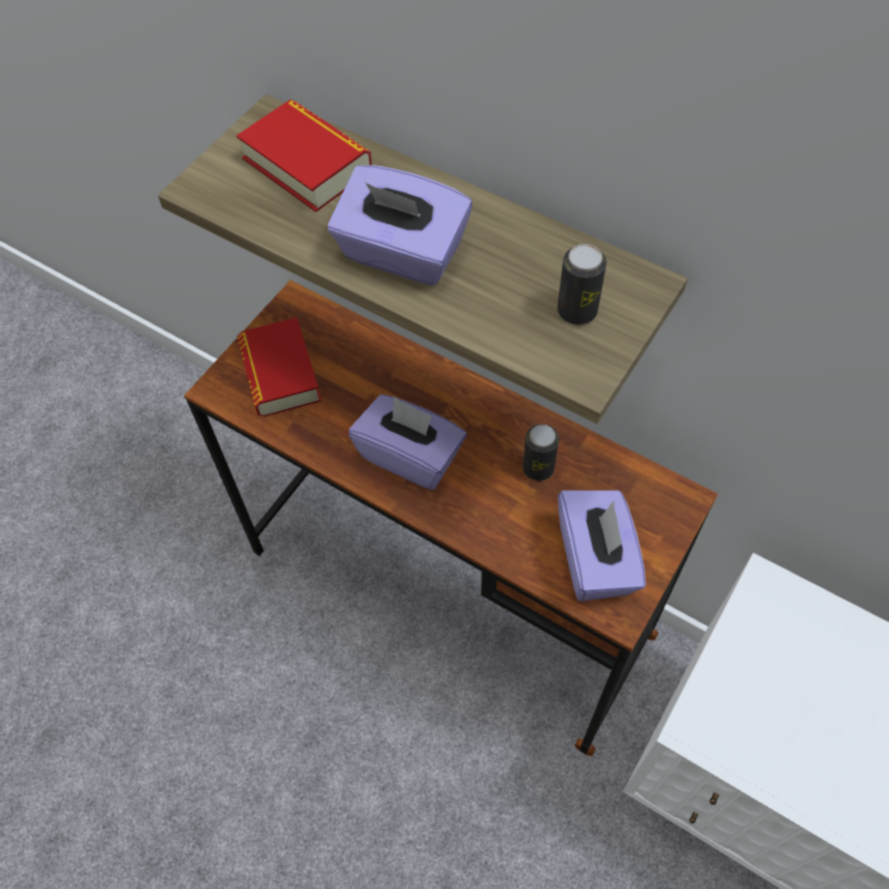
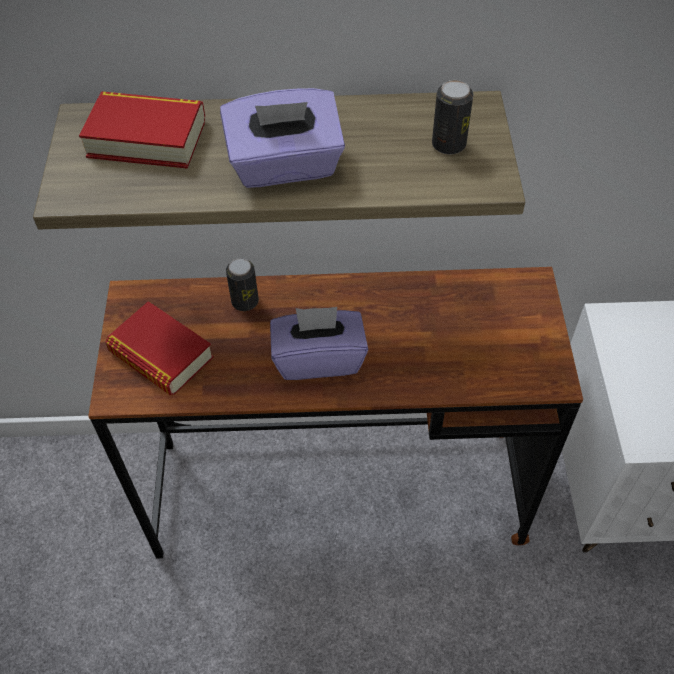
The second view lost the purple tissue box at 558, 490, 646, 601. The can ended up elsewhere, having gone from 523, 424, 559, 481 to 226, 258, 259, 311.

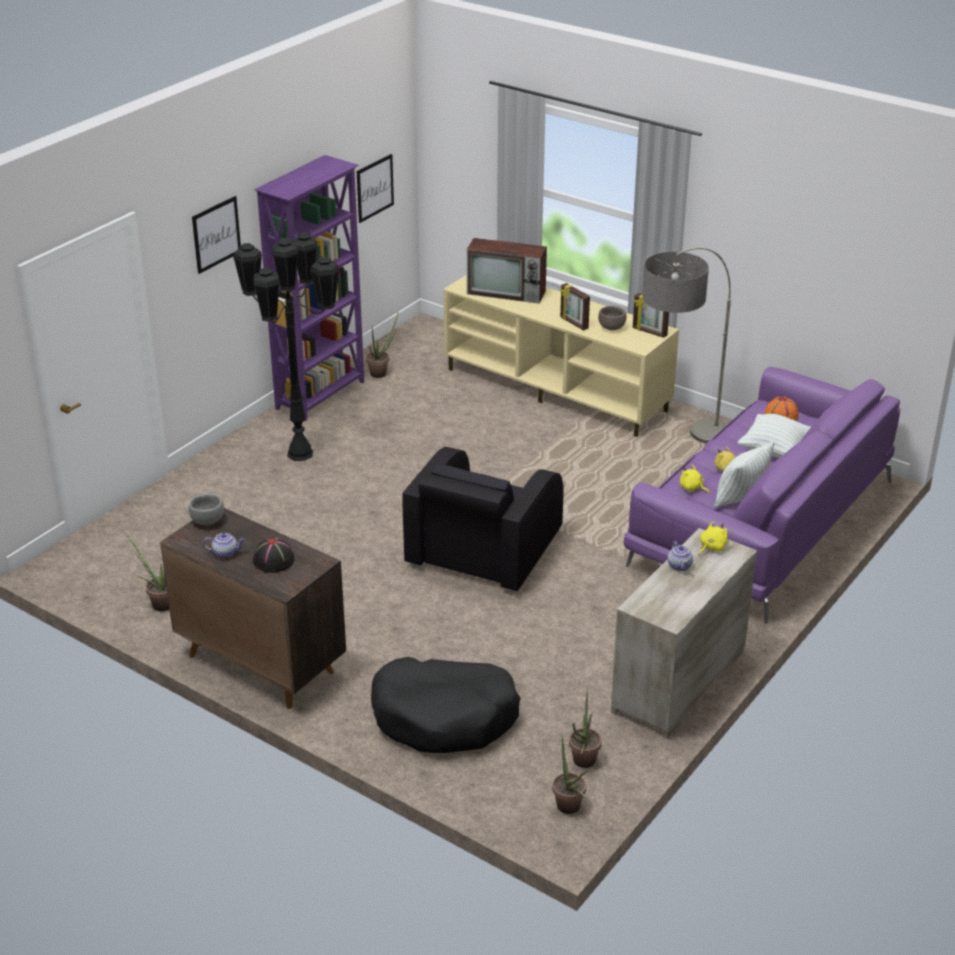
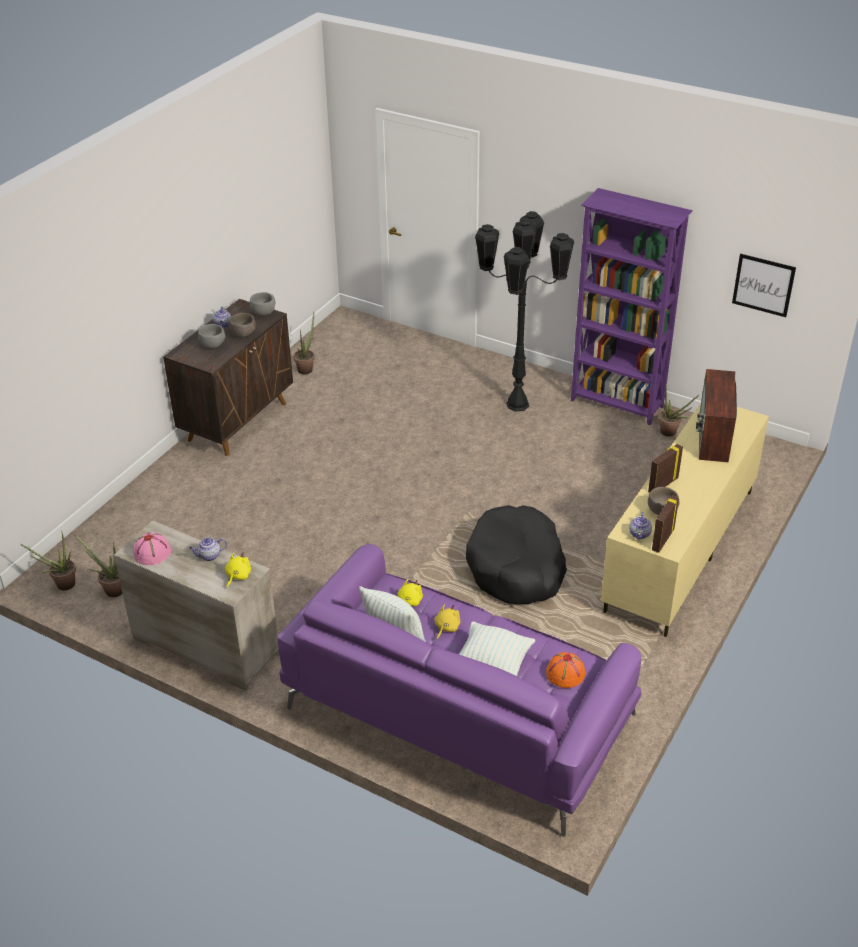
The second view lost the picture at 192, 196, 241, 274. The second view lost the black armchair at 402, 447, 564, 593. The second view lost the floor lamp at 642, 247, 731, 443. The second view gained the pink hat at 133, 532, 171, 565. The second view gained the brown bowl at 229, 313, 256, 337. The second view gained the teapot at 629, 512, 652, 540. The black dog bed ended up elsewhere, having gone from 371, 657, 520, 753 to 466, 505, 567, 604. Where the black hat stood at 253, 538, 295, 573, the grey bowl came to stand at 198, 324, 225, 349. The yellow plush toy at 698, 521, 728, 555 ended up facing another way, 105 degrees counterclockwise from before.

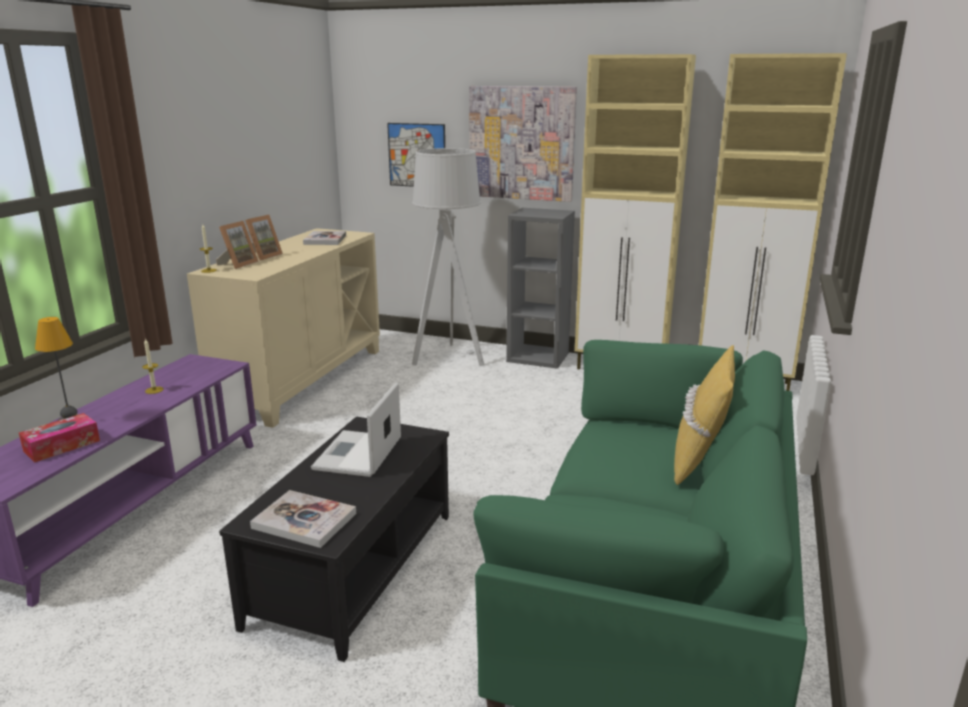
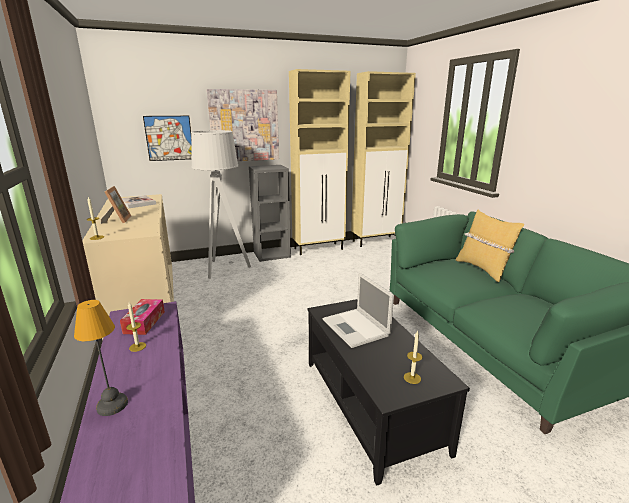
The second view lost the picture frame at 216, 221, 259, 269. The tissue box ended up elsewhere, having gone from 19, 413, 100, 462 to 120, 299, 165, 335. Where the book stood at 250, 490, 356, 548, the candle came to stand at 404, 331, 422, 384.

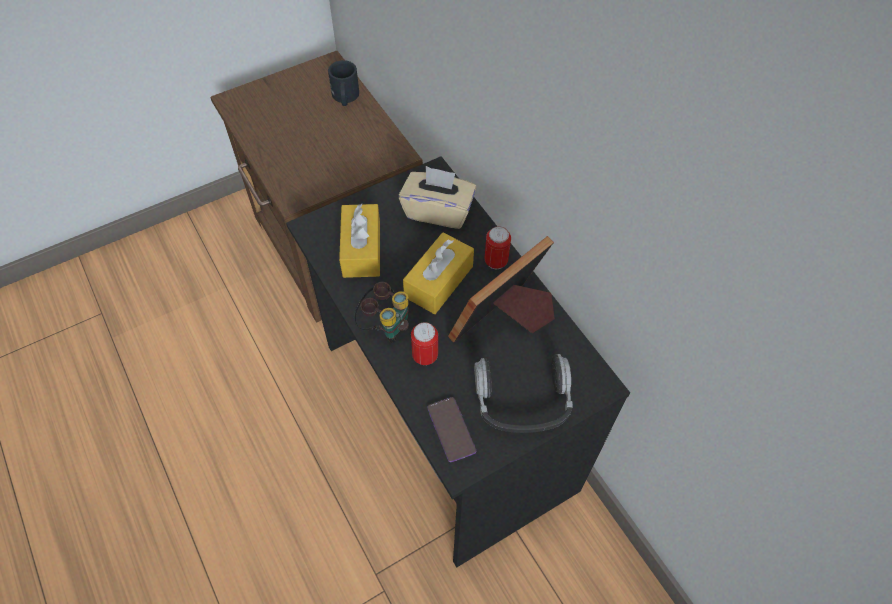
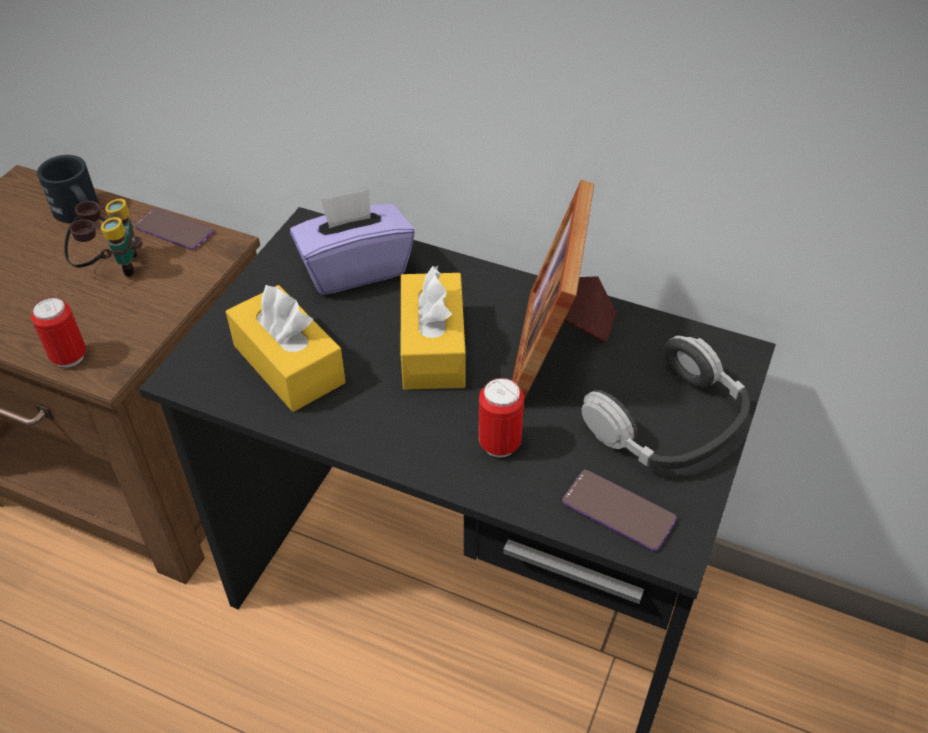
The second view gained the phone at 135, 208, 214, 250. The binoculars ended up elsewhere, having gone from 354, 282, 409, 343 to 64, 199, 143, 277. The can ended up elsewhere, having gone from 484, 226, 511, 269 to 31, 297, 86, 368. What was the beige tissue box at 399, 166, 477, 229 turned into the purple tissue box at 290, 189, 415, 295.

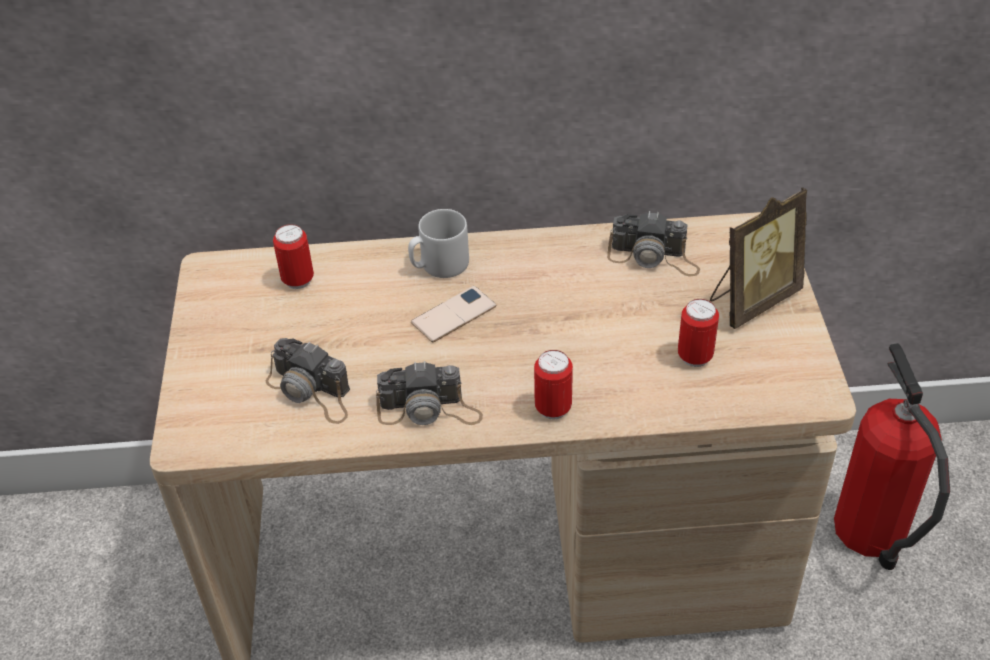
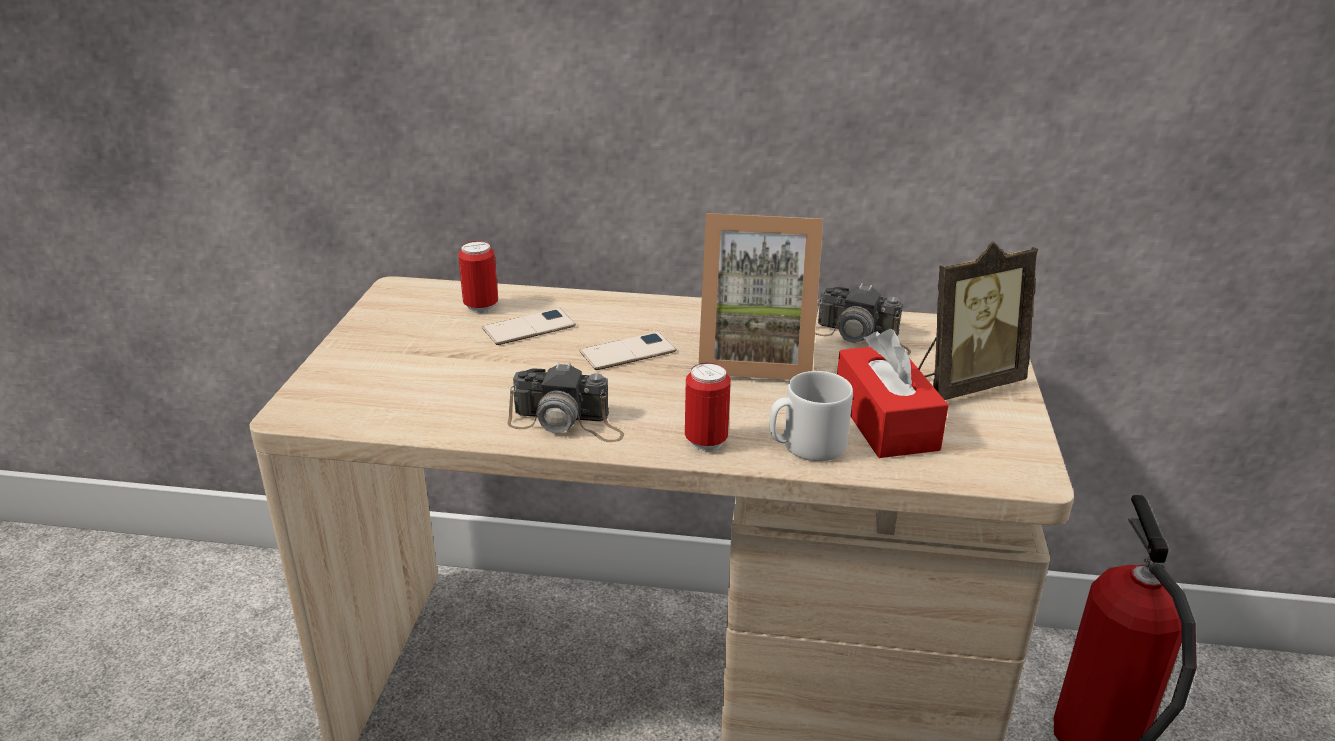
The second view lost the photo camera at 266, 338, 350, 424. The second view gained the phone at 482, 308, 576, 345. The second view gained the picture frame at 699, 213, 823, 380. The grey mug ended up elsewhere, having gone from 408, 209, 469, 278 to 769, 371, 853, 461. Where the can stood at 678, 299, 719, 367, the red tissue box came to stand at 837, 329, 949, 458.

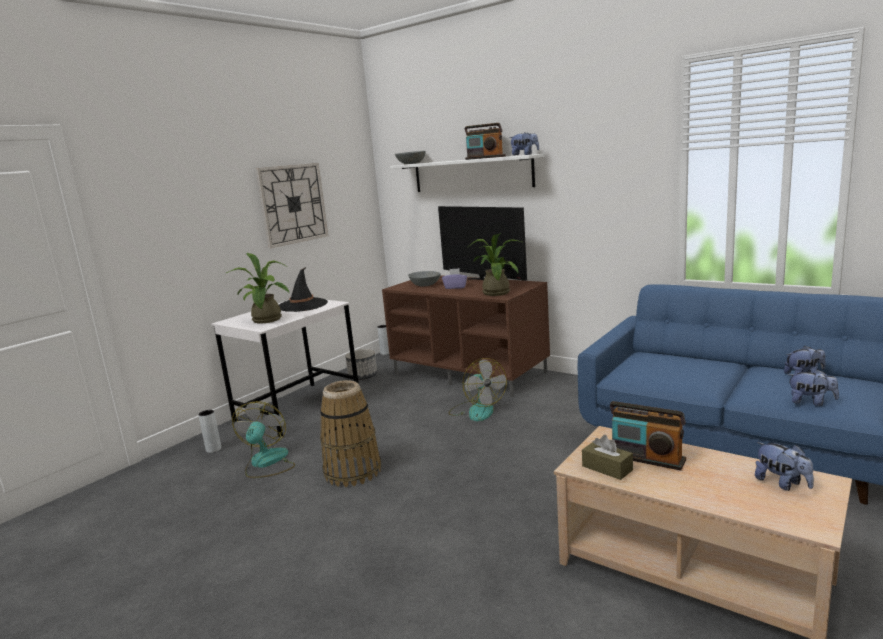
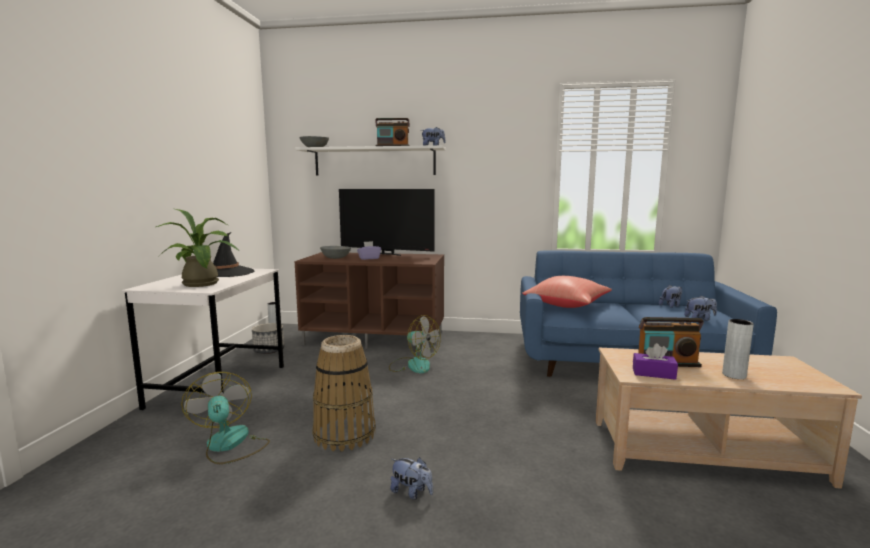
The second view lost the wall clock at 256, 163, 328, 248. The second view lost the potted plant at 468, 233, 522, 296. The second view gained the red pillow at 522, 276, 612, 308. The grey vase ended up elsewhere, having gone from 198, 410, 221, 453 to 722, 319, 754, 379. The plush toy ended up elsewhere, having gone from 755, 442, 814, 491 to 391, 457, 433, 500. What was the brown tissue box at 582, 435, 633, 480 turned into the purple tissue box at 633, 343, 678, 380.

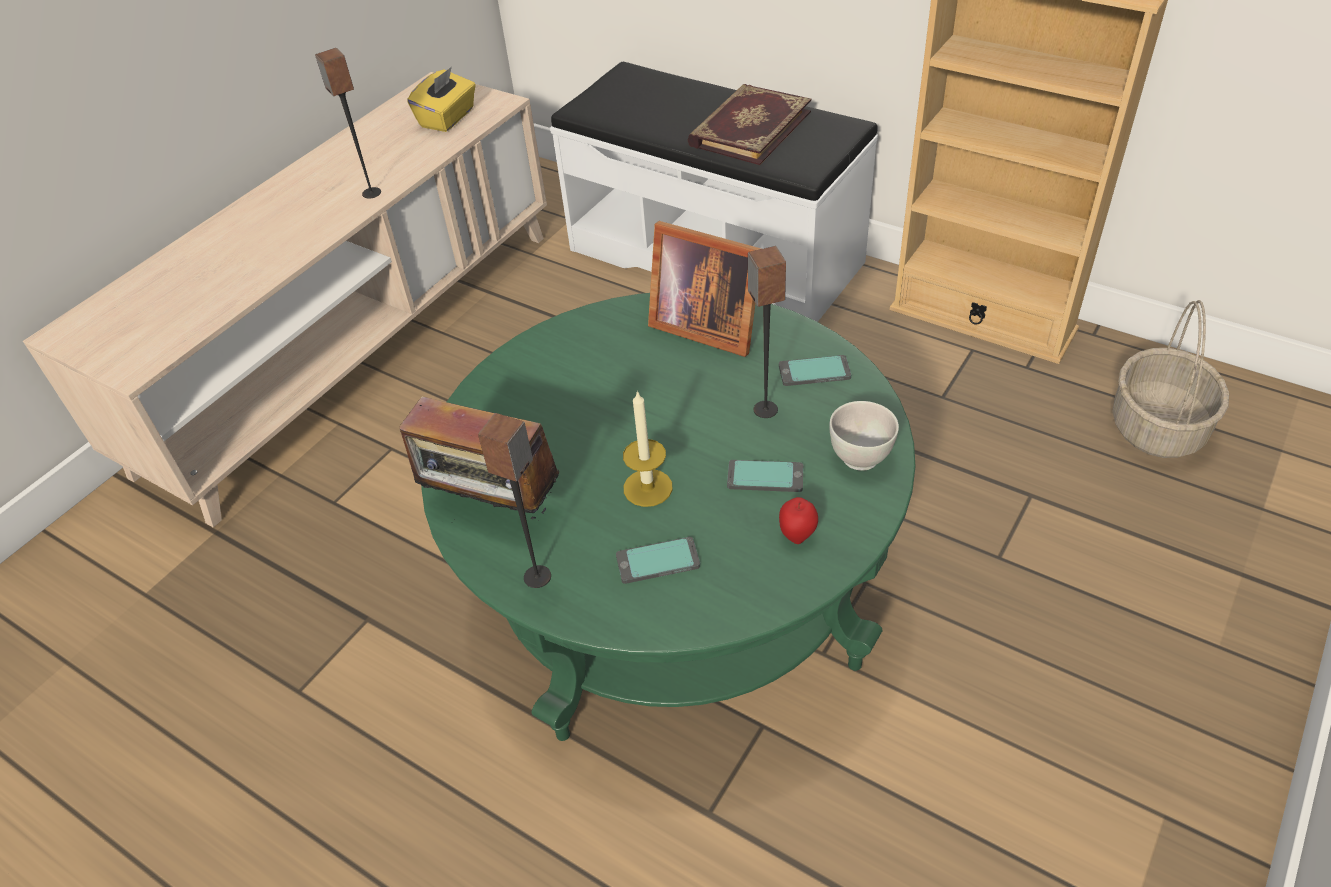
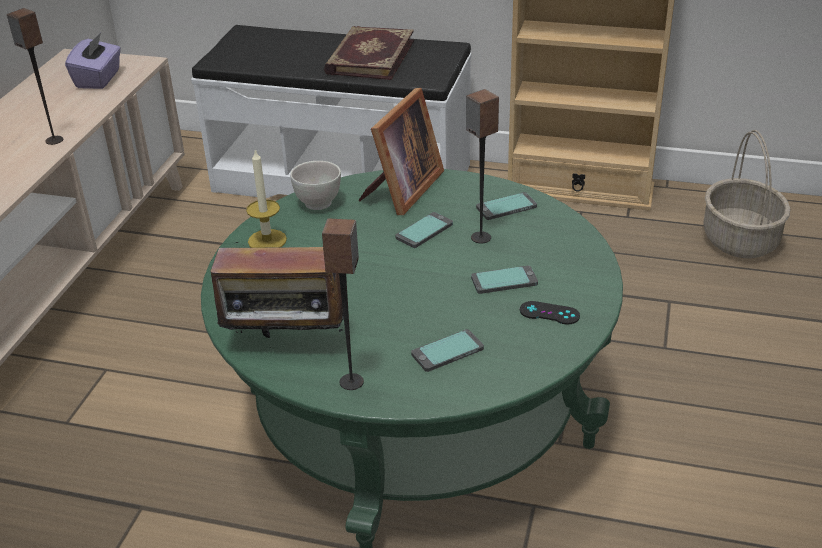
The second view gained the phone at 395, 212, 453, 248. The candle ended up elsewhere, having gone from 623, 390, 673, 507 to 246, 150, 287, 248. The white bowl ended up elsewhere, having gone from 829, 401, 899, 471 to 290, 161, 341, 210. Where the apple stood at 779, 497, 818, 544, the black game controller came to stand at 520, 301, 580, 324. What was the yellow tissue box at 407, 67, 476, 132 turned into the purple tissue box at 65, 33, 121, 89. The picture frame at 648, 221, 761, 357 ended up facing another way, 75 degrees counterclockwise from before.

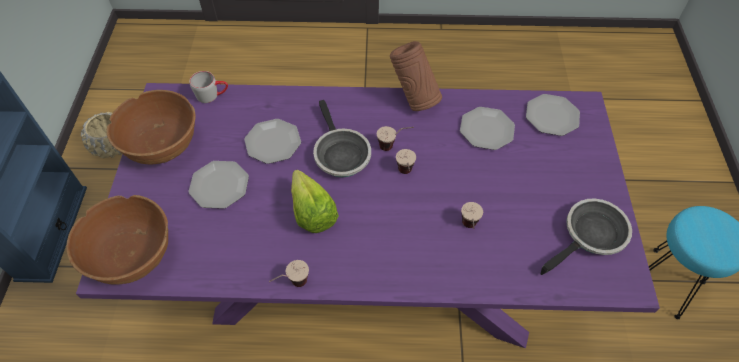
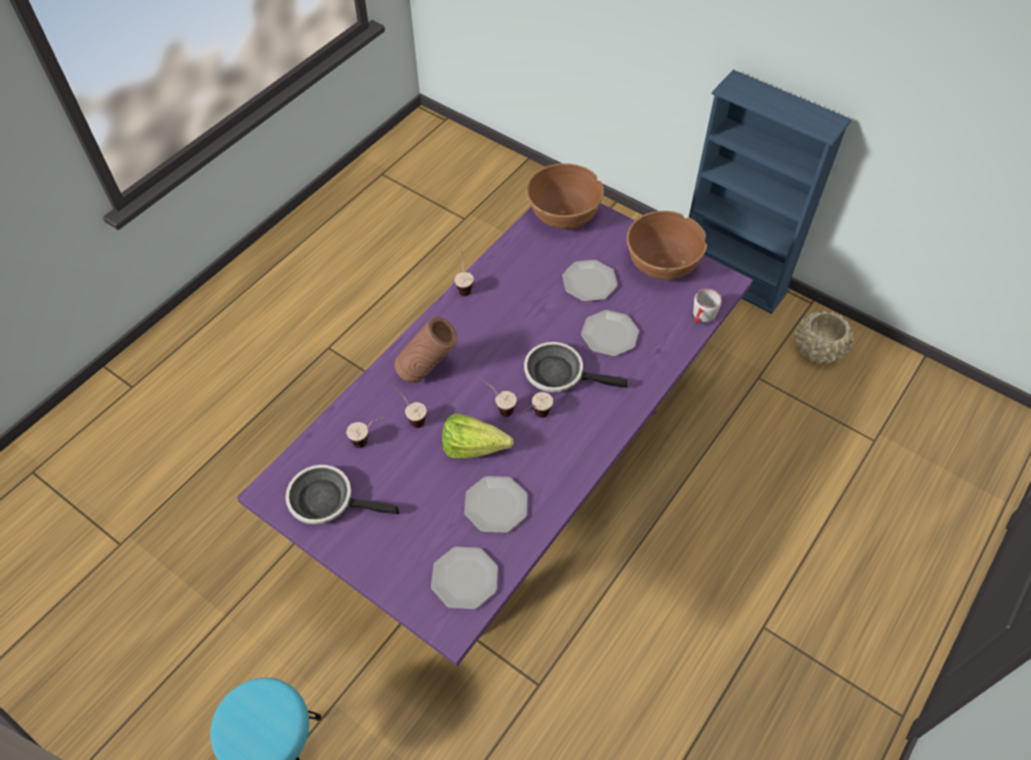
The second view gained the cup at 346, 417, 384, 448. The lettuce ended up elsewhere, having gone from 291, 170, 339, 233 to 442, 413, 514, 458. The brown vase ended up elsewhere, having gone from 390, 41, 442, 111 to 394, 317, 457, 383. The frying pan at 541, 199, 632, 275 ended up facing another way, 105 degrees clockwise from before.

